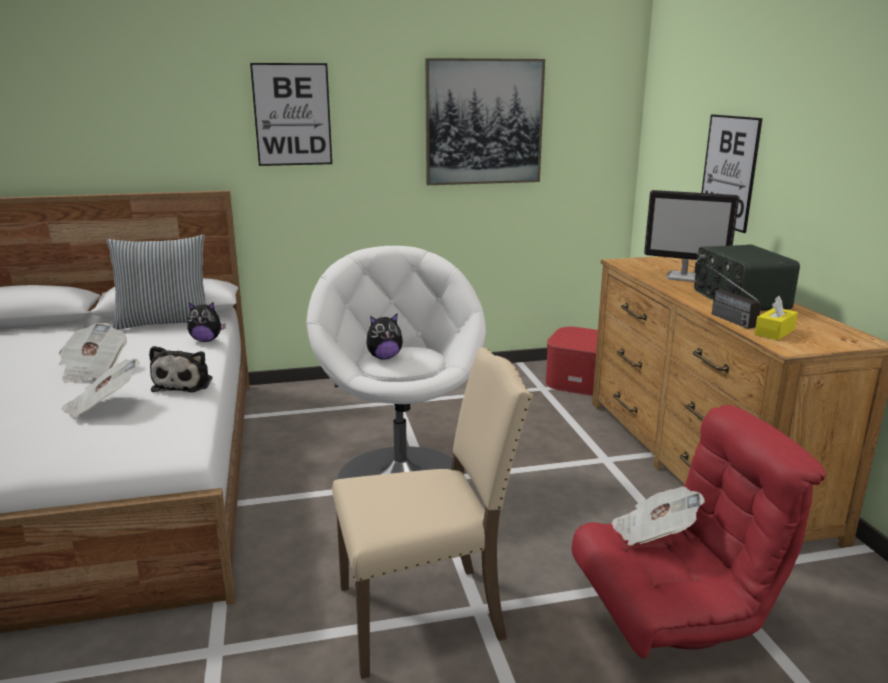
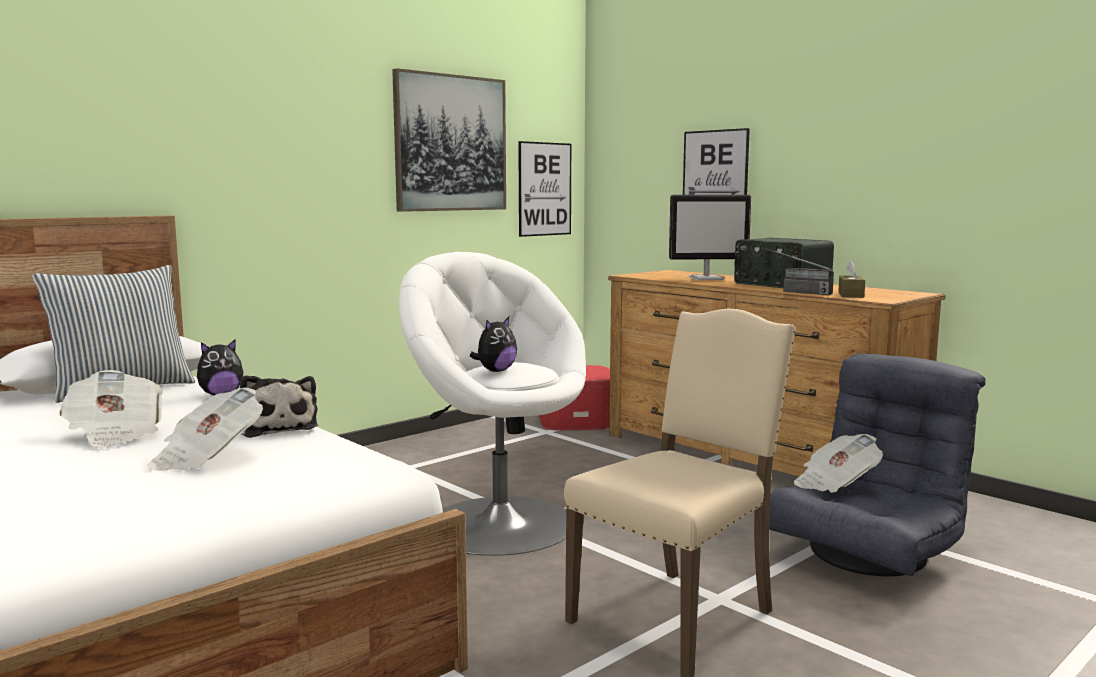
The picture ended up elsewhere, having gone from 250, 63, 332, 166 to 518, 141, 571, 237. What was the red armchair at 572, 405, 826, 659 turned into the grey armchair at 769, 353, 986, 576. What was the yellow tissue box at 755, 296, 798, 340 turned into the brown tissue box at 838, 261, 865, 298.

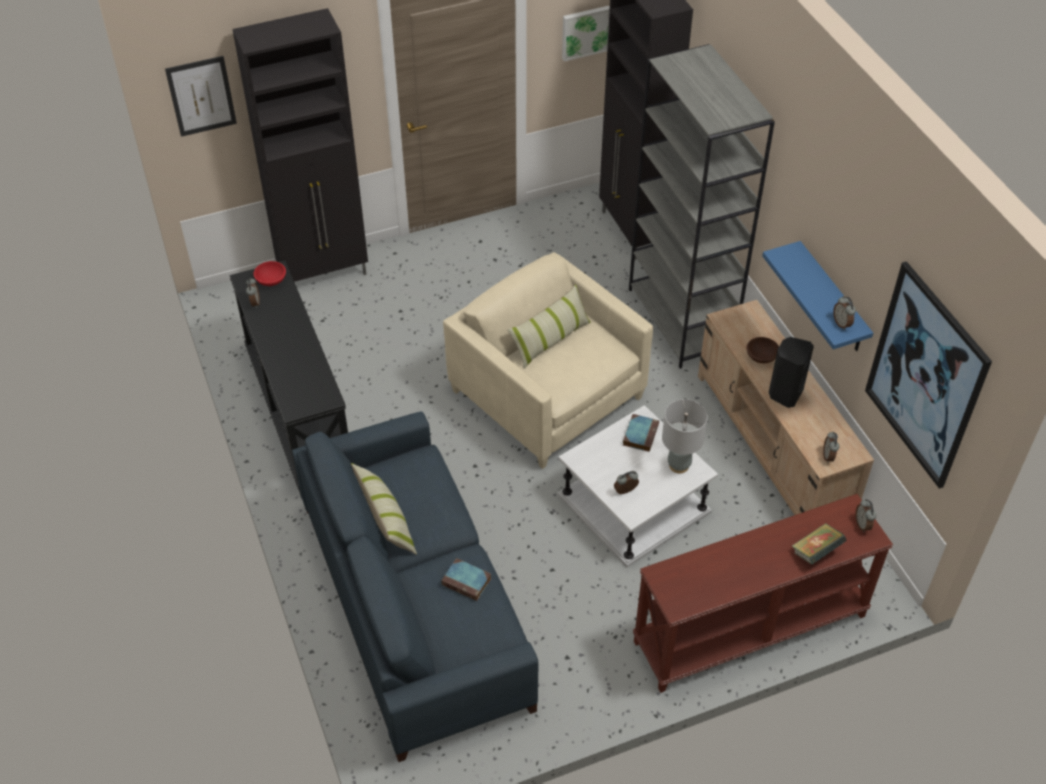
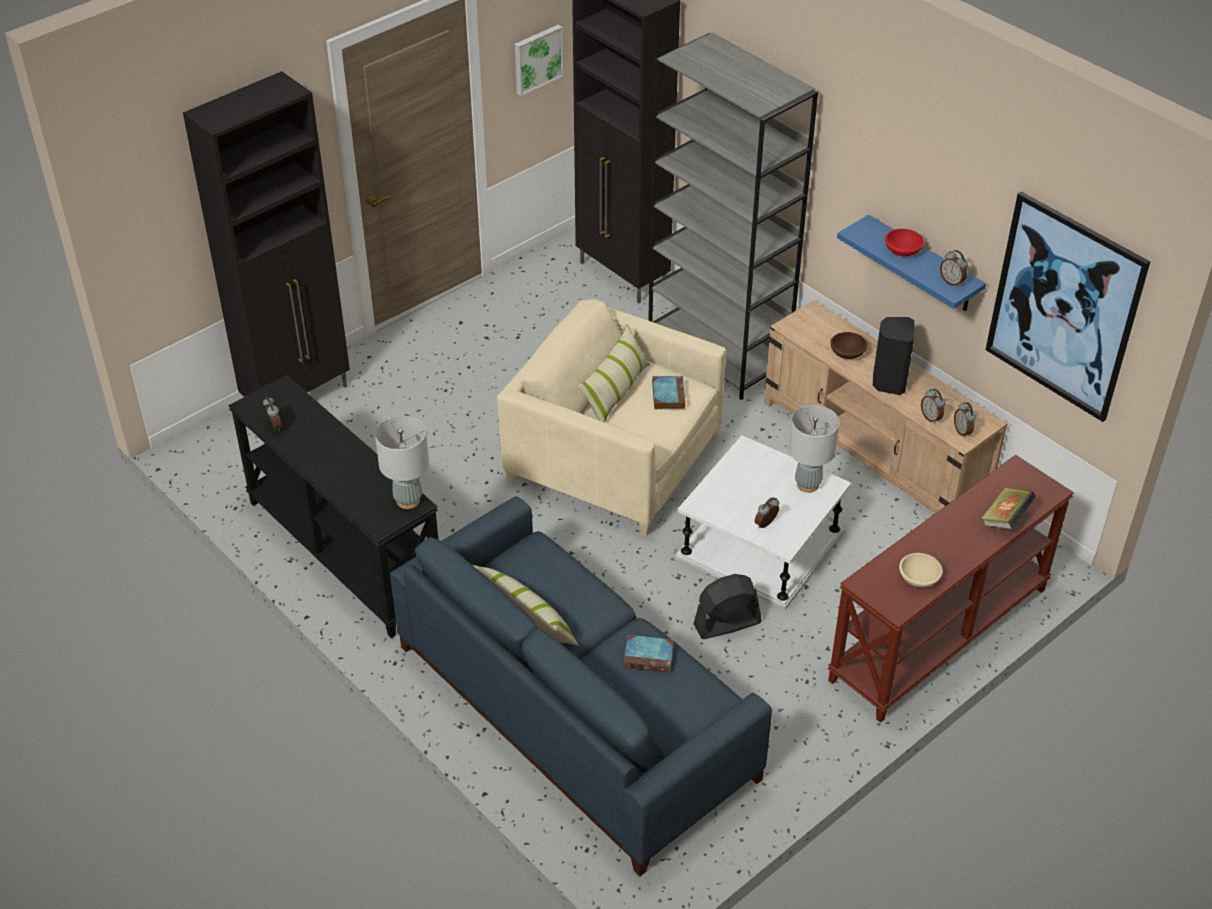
The second view lost the picture at 165, 56, 237, 137. The second view gained the grey table lamp at 375, 415, 429, 509. The second view gained the black fan at 693, 574, 762, 639. The second view gained the beige bowl at 899, 553, 943, 587. The red bowl ended up elsewhere, having gone from 254, 261, 286, 286 to 885, 229, 924, 256. The book ended up elsewhere, having gone from 623, 414, 659, 452 to 652, 376, 685, 409. The alarm clock ended up elsewhere, having gone from 856, 499, 876, 532 to 921, 389, 945, 424.

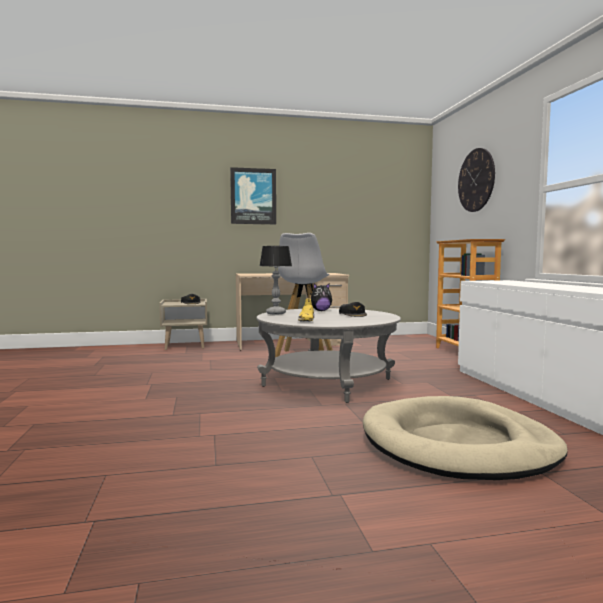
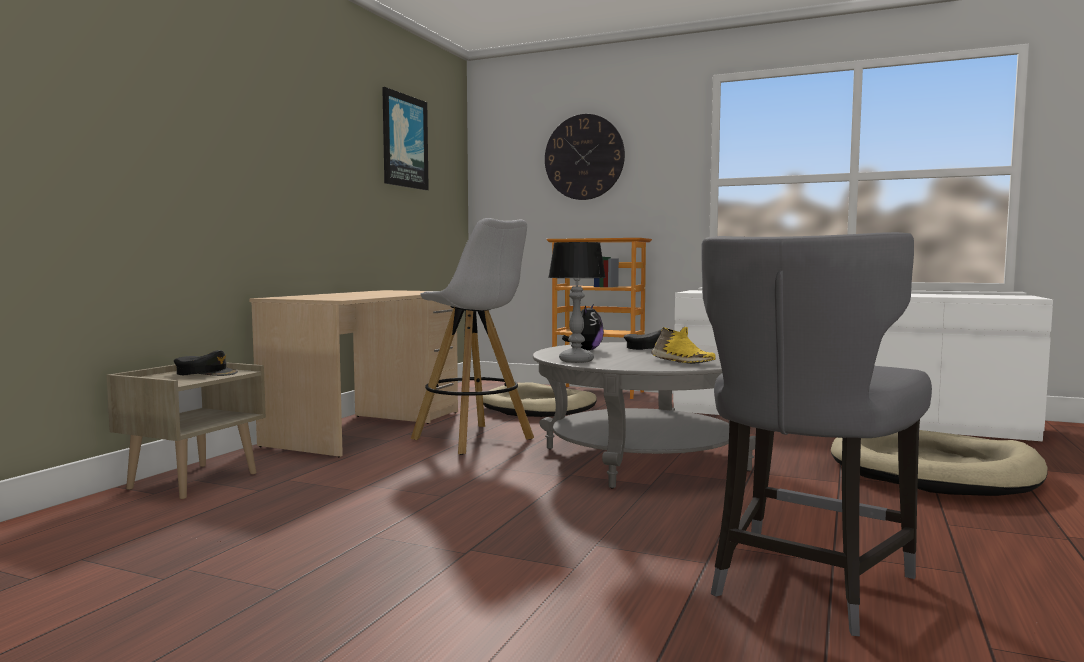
The second view gained the beige dog bed at 483, 382, 597, 417. The second view gained the grey chair at 701, 232, 932, 636. The picture ended up elsewhere, having gone from 230, 167, 276, 224 to 382, 87, 429, 190.

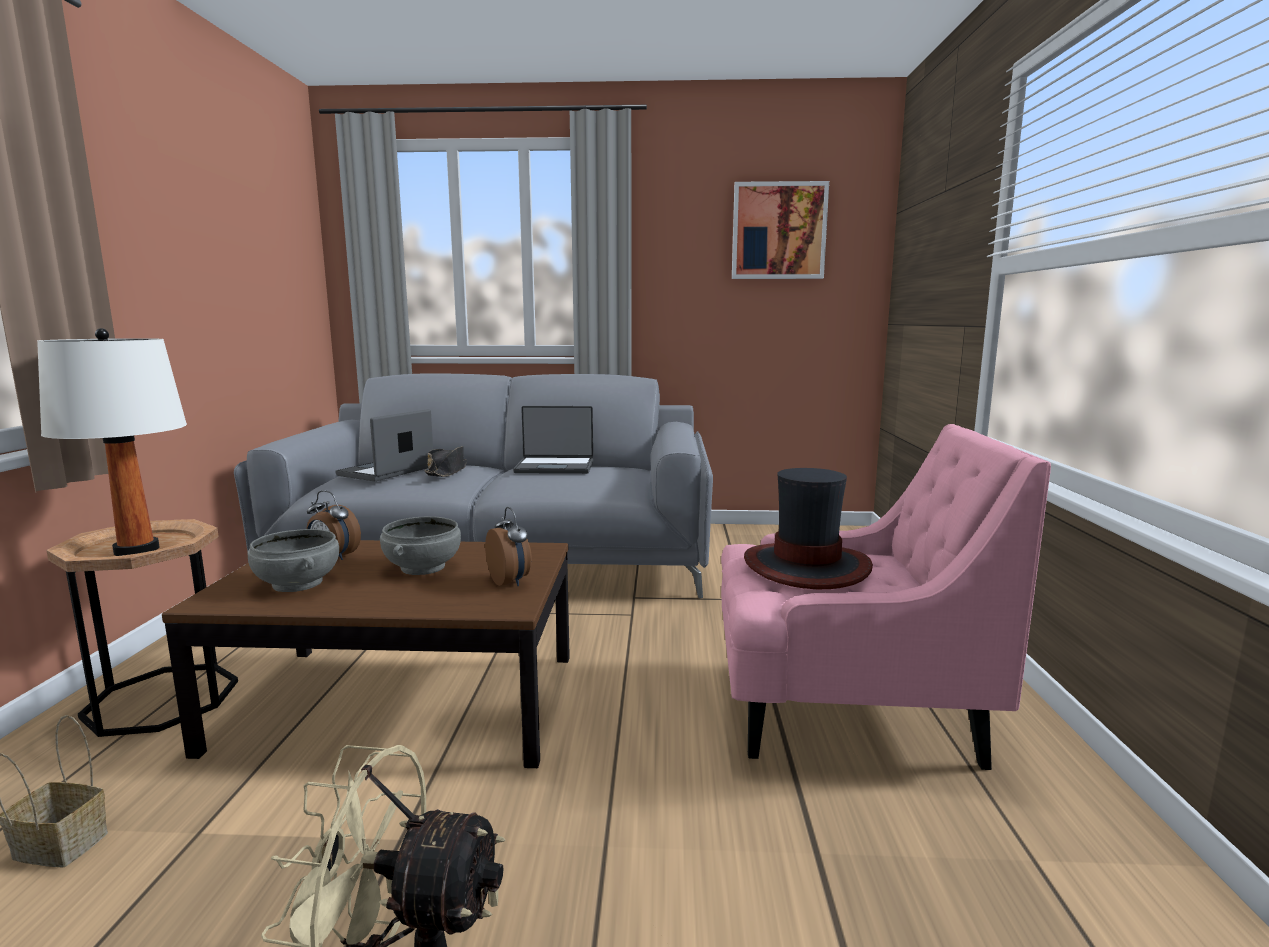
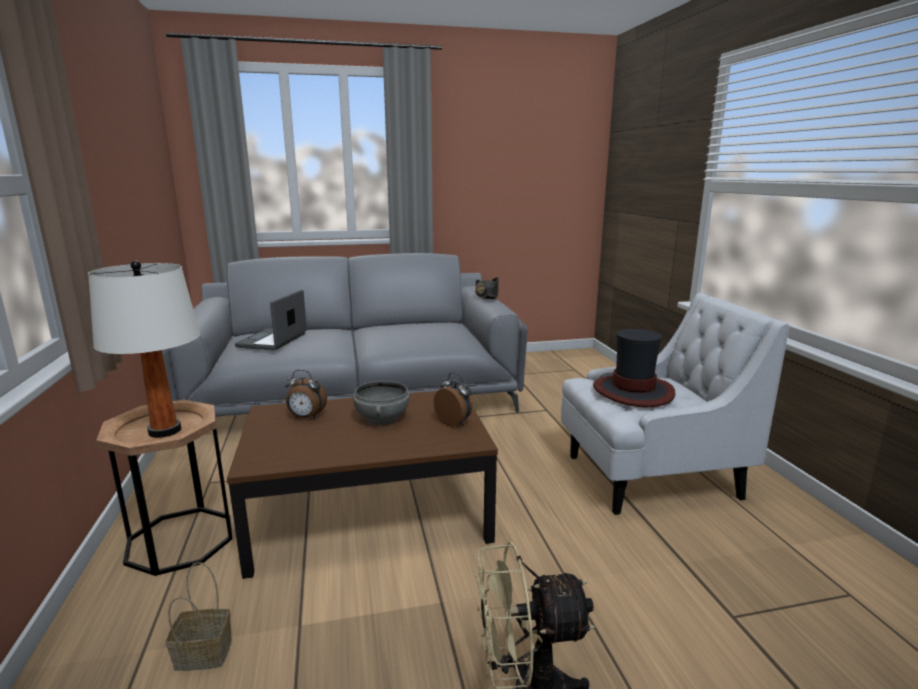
The second view lost the grey bowl at 248, 529, 339, 592. The second view lost the laptop at 513, 406, 593, 474. The second view lost the picture at 732, 181, 829, 279. The black hat ended up elsewhere, having gone from 424, 446, 467, 477 to 475, 277, 499, 299. What was the pink armchair at 721, 424, 1051, 770 turned into the white armchair at 561, 293, 790, 515.

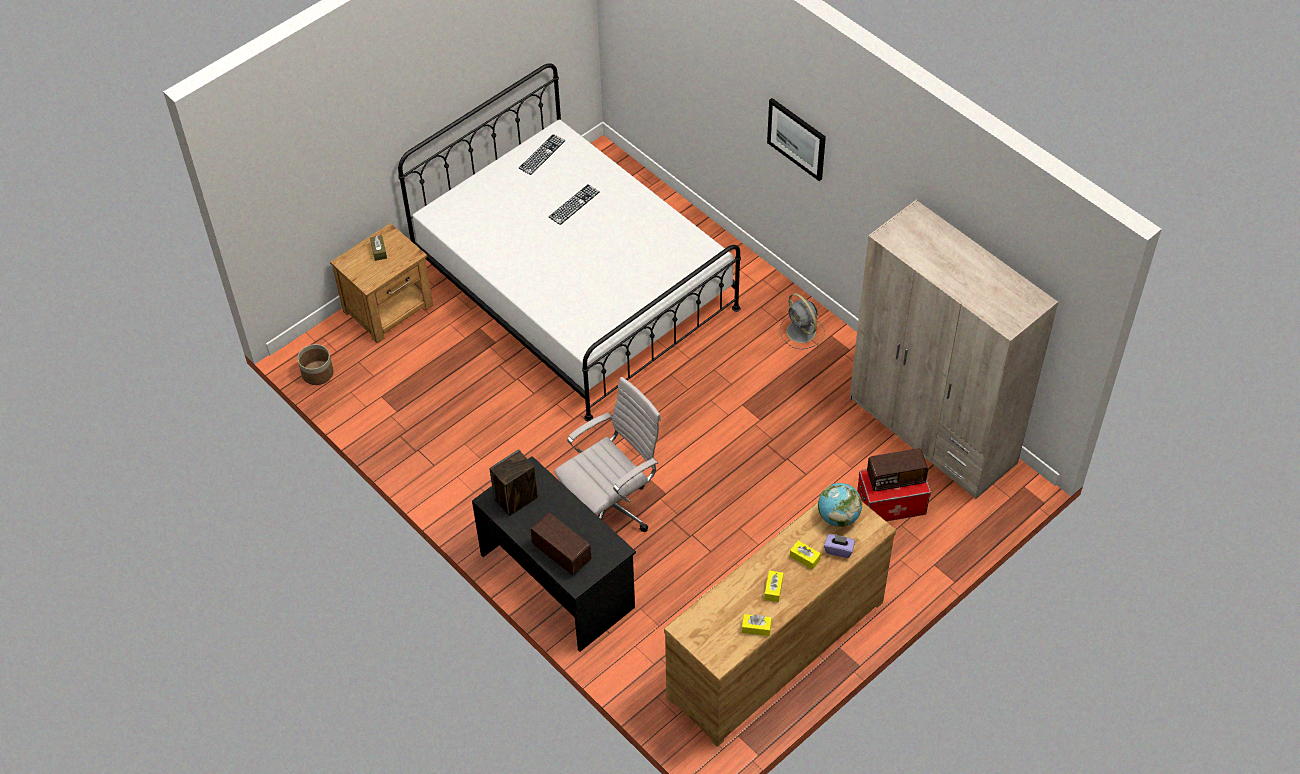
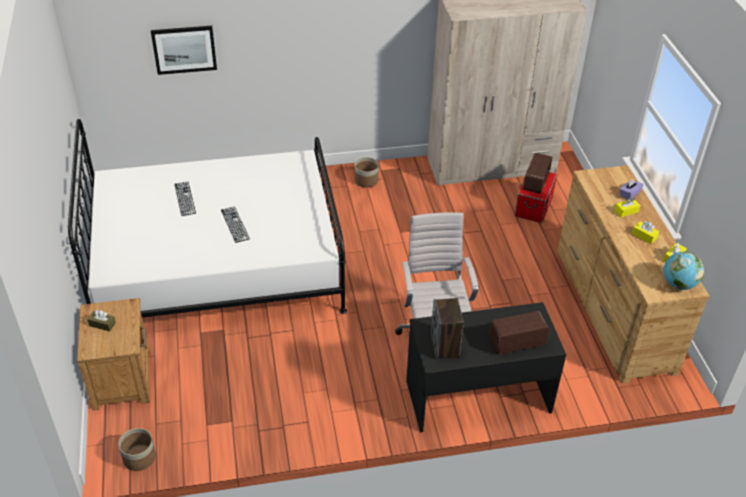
The keyboard ended up elsewhere, having gone from 518, 134, 566, 175 to 221, 206, 250, 243. The picture ended up elsewhere, having gone from 767, 98, 826, 181 to 151, 26, 217, 75. The globe ended up elsewhere, having gone from 818, 483, 862, 527 to 664, 252, 704, 290. Where the grey fan stood at 780, 293, 825, 349, the planter came to stand at 355, 157, 379, 188.

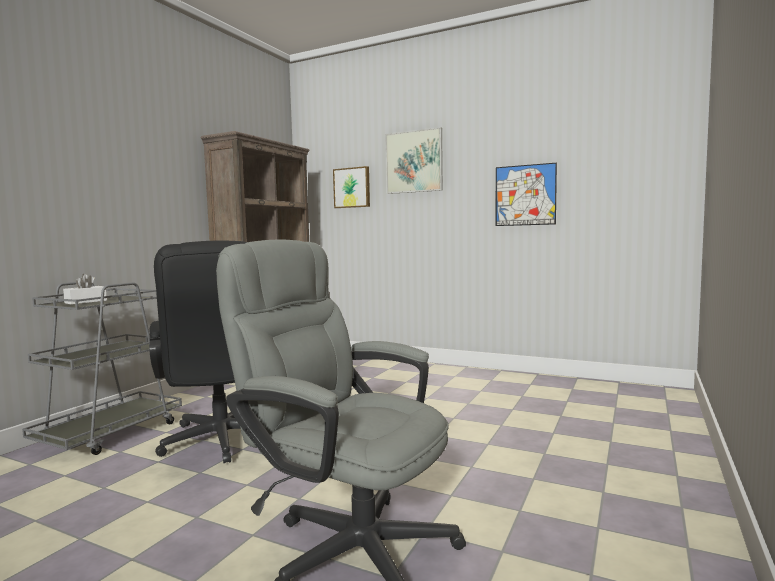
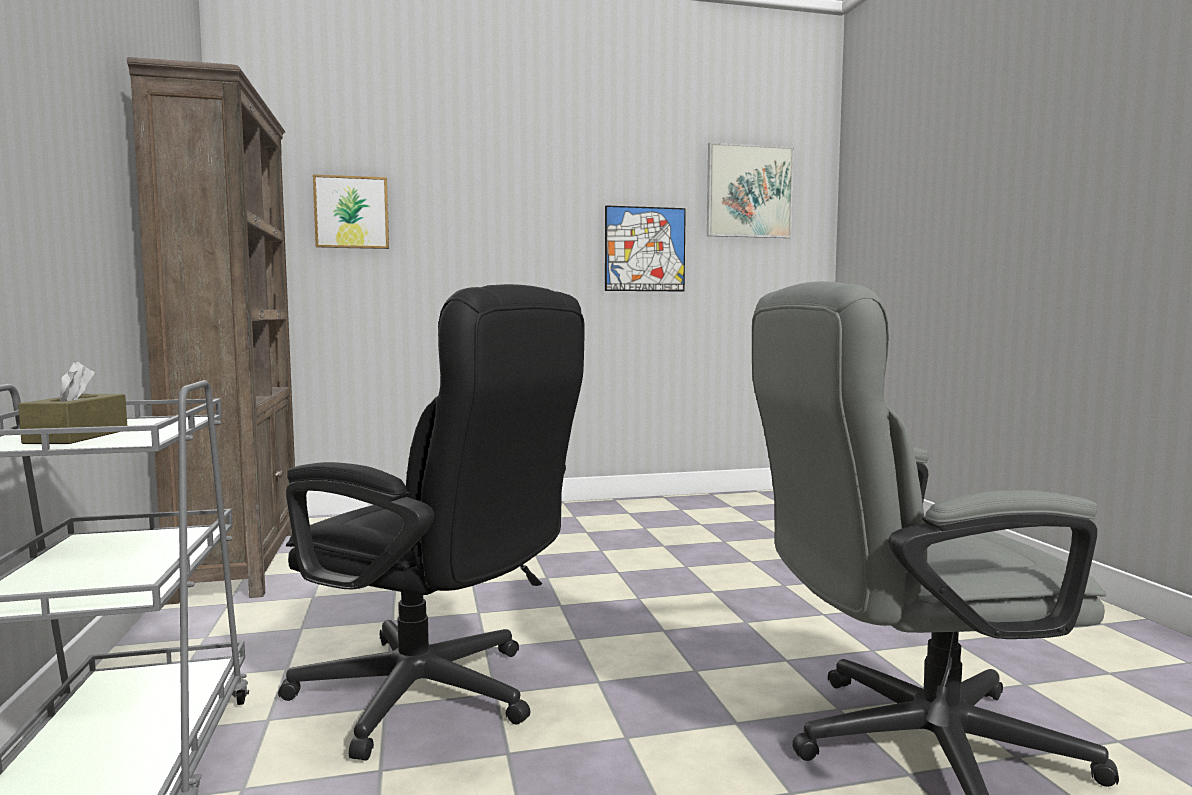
The picture ended up elsewhere, having gone from 385, 127, 443, 194 to 707, 142, 794, 238. What was the white tissue box at 63, 274, 107, 305 turned into the brown tissue box at 18, 361, 127, 444.

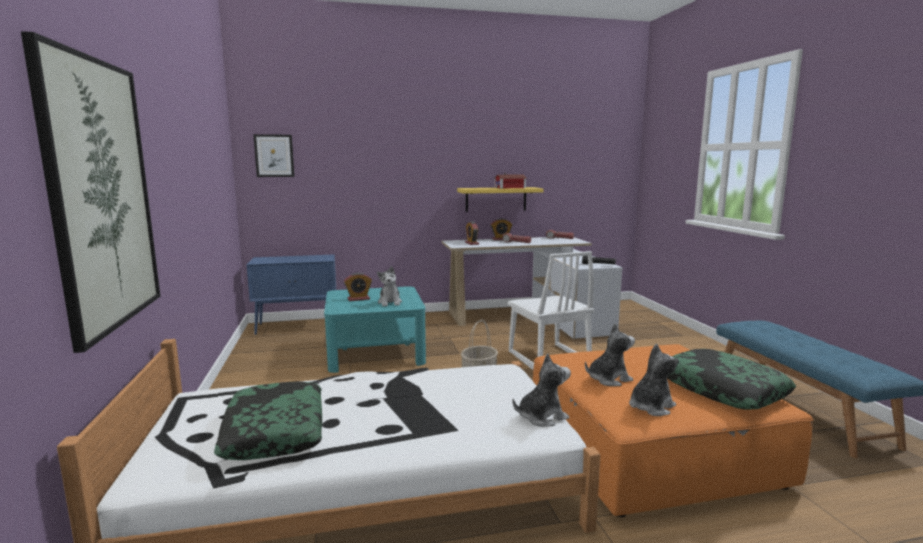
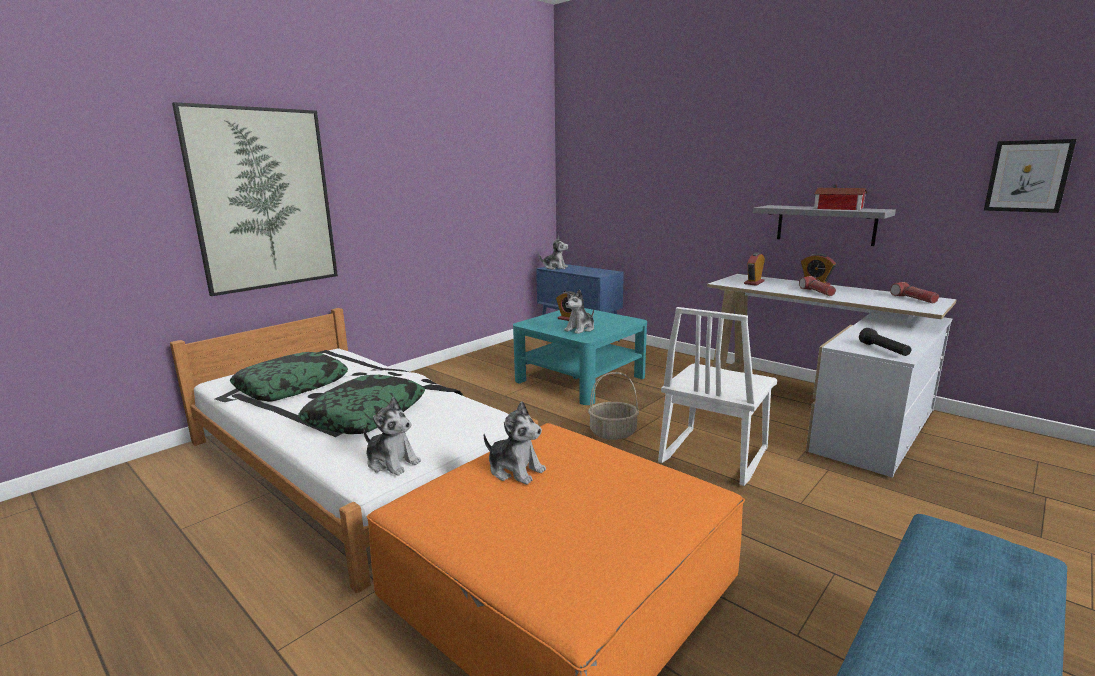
The picture ended up elsewhere, having gone from 253, 134, 295, 177 to 984, 139, 1077, 213. The plush toy ended up elsewhere, having gone from 629, 344, 679, 416 to 539, 236, 569, 270. The pillow ended up elsewhere, having gone from 667, 349, 796, 410 to 297, 375, 425, 434. What was the yellow shelf at 457, 187, 544, 212 turned into the grey shelf at 753, 205, 896, 246.

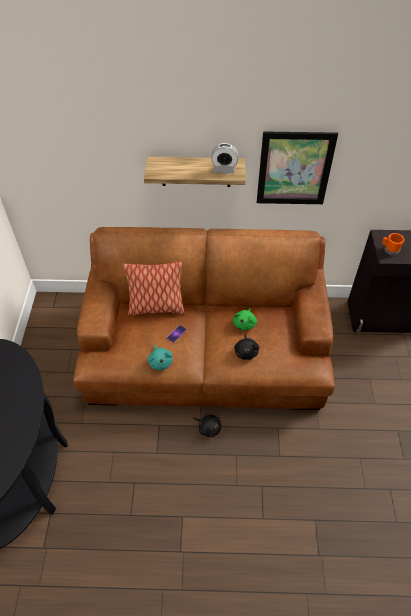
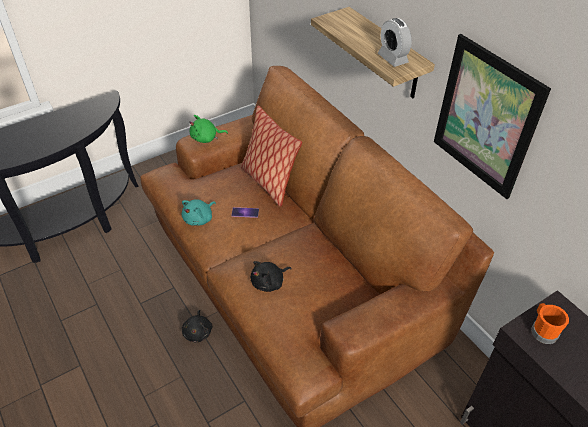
The green plush toy ended up elsewhere, having gone from 233, 308, 257, 331 to 189, 115, 228, 143.

